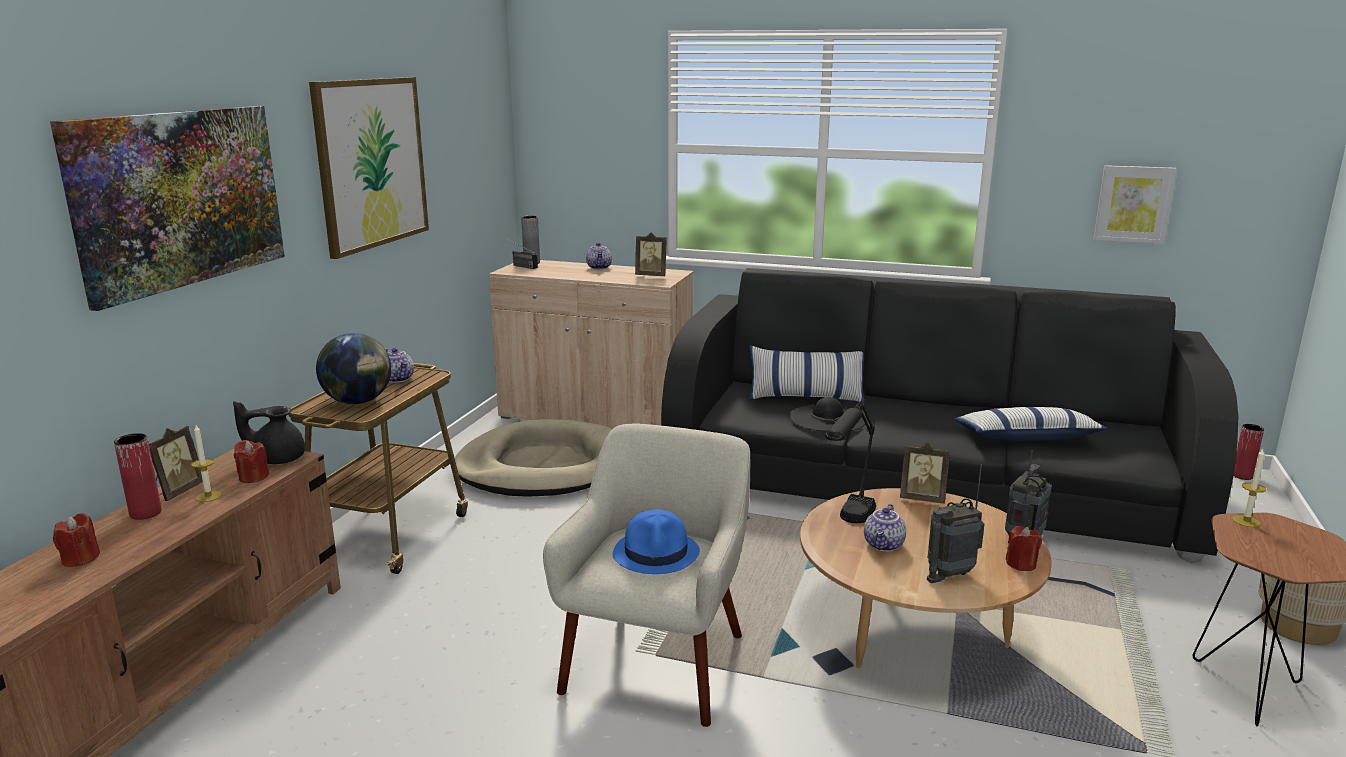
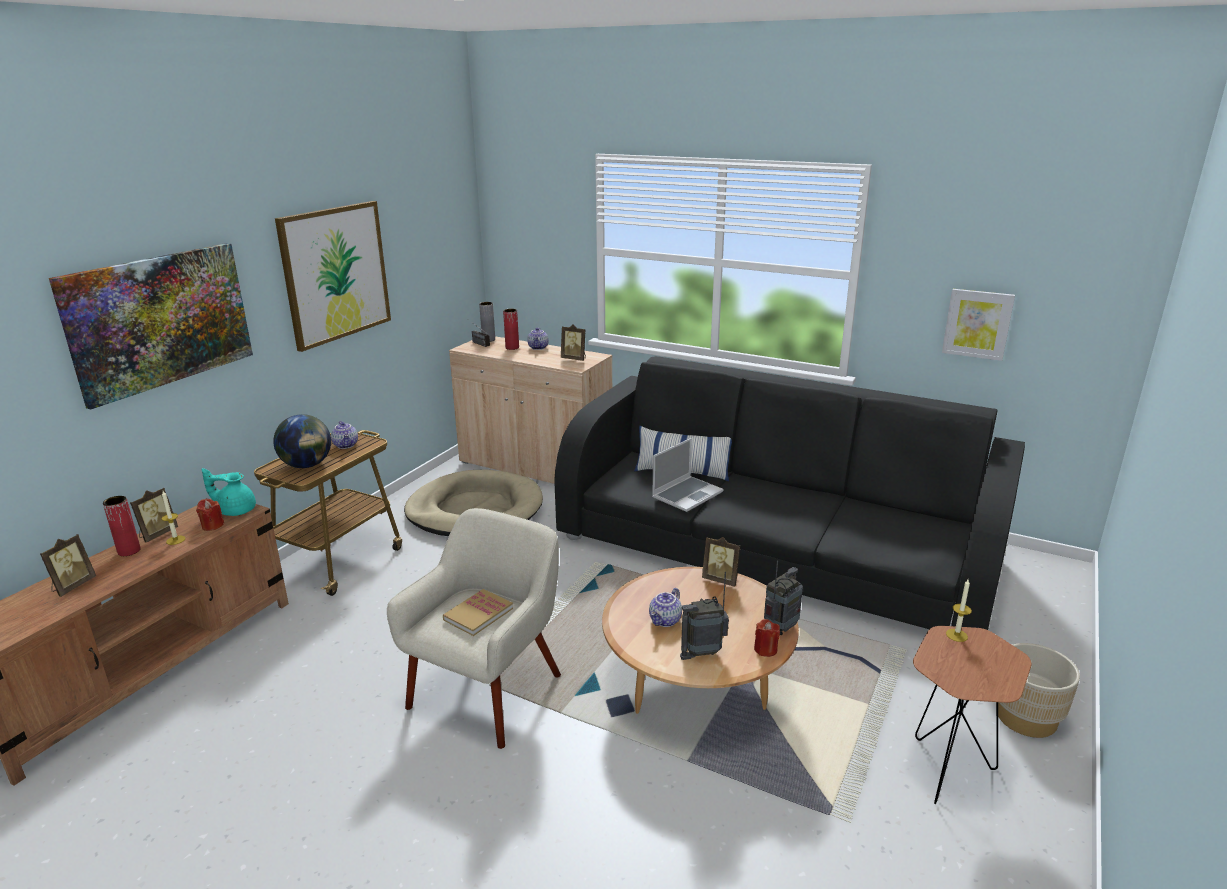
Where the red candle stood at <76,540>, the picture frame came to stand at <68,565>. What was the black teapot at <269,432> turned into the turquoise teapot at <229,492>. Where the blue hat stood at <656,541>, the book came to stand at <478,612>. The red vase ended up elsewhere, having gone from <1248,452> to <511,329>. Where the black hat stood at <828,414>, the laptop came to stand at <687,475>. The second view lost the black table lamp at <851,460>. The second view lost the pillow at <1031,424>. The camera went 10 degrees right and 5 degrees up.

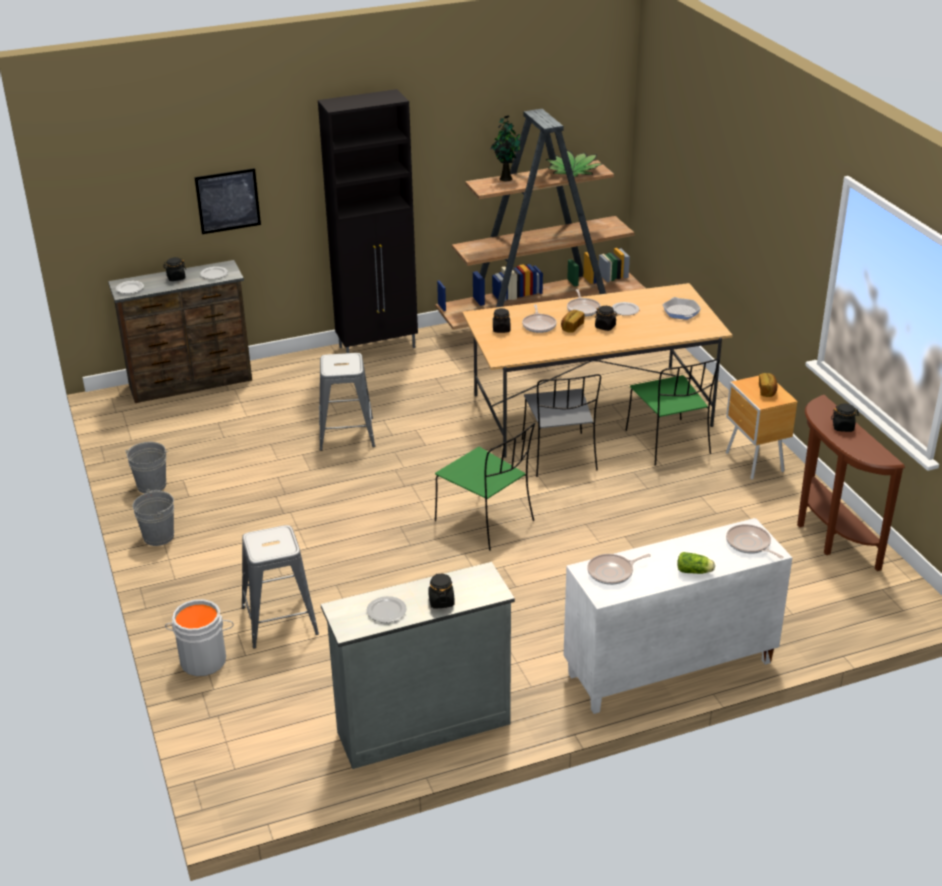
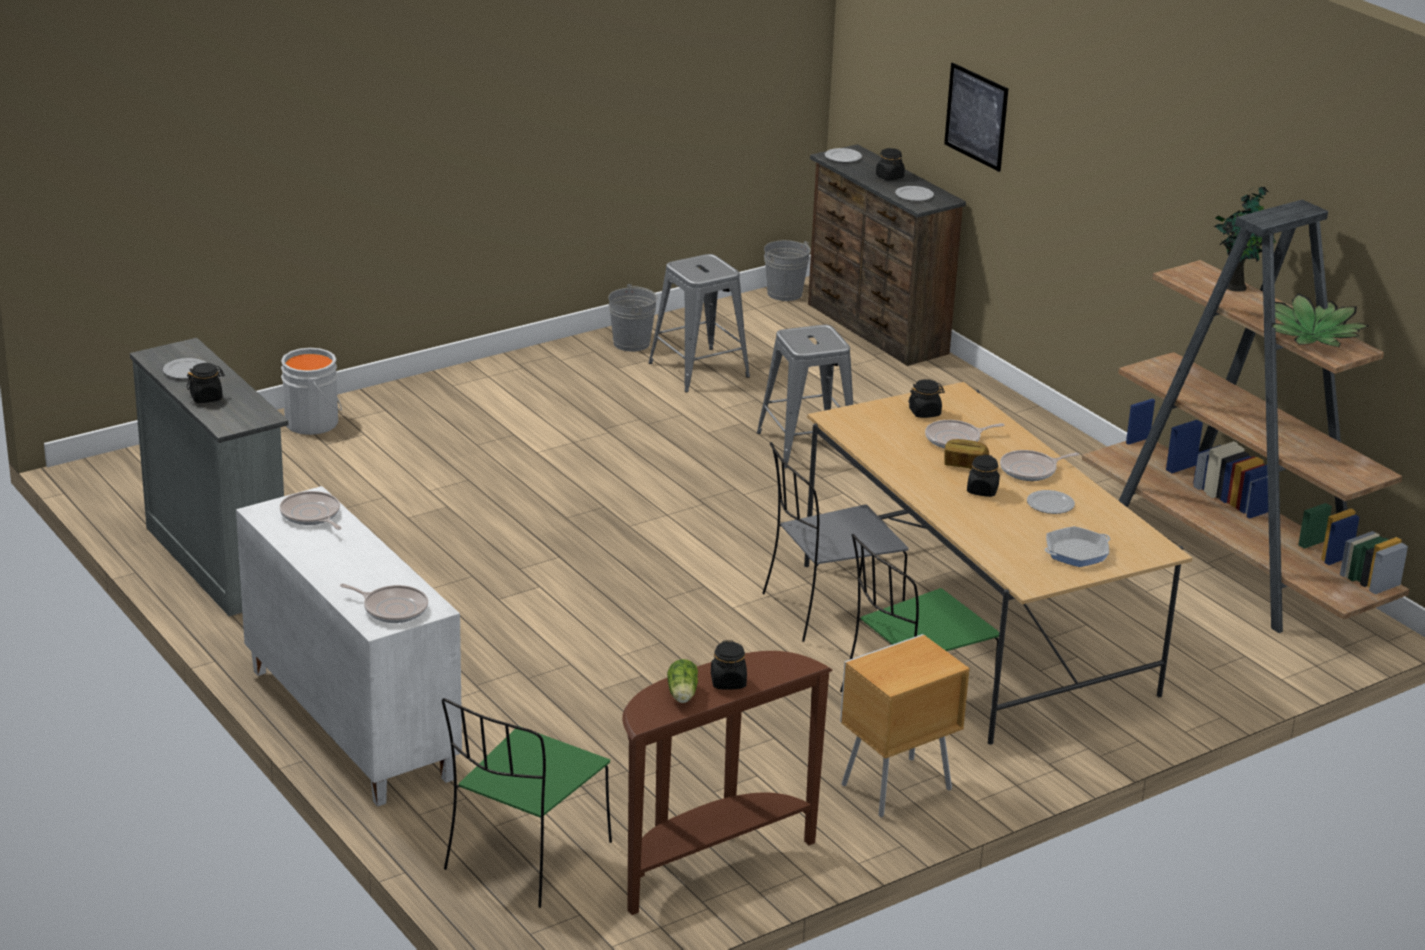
The frying pan at <755,541> ended up facing another way, 75 degrees clockwise from before. The green chair ended up elsewhere, having gone from <485,487> to <527,803>. The grey stool ended up elsewhere, having gone from <280,587> to <699,323>. The lettuce ended up elsewhere, having gone from <696,563> to <682,681>. The grey bucket ended up elsewhere, having gone from <153,518> to <787,270>. The second view lost the black cabinet at <368,221>. The second view lost the bread at <768,385>. The camera went 75 degrees right and 5 degrees down.

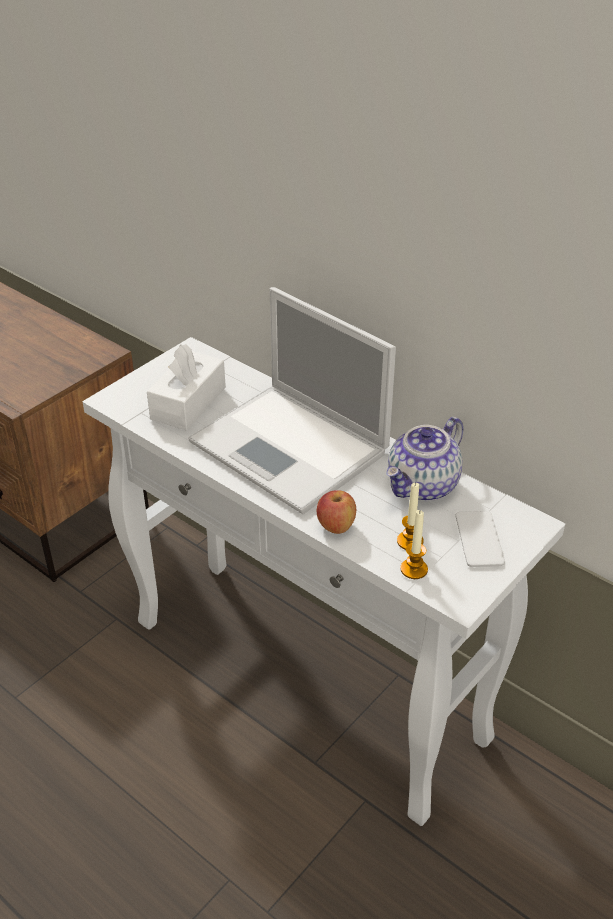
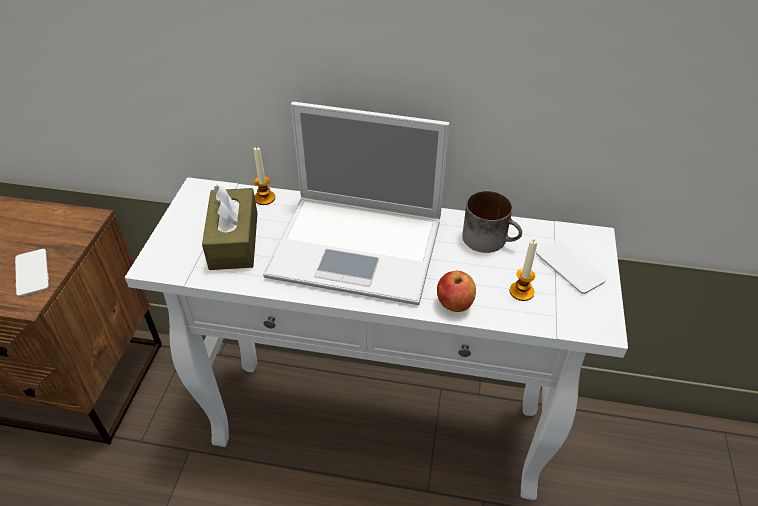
The second view gained the phone at <32,273>. What was the white tissue box at <186,387> turned into the brown tissue box at <229,227>. The candle ended up elsewhere, having gone from <414,544> to <264,175>. Where the teapot stood at <425,459>, the mug came to stand at <492,222>. The camera went 30 degrees left and 5 degrees up.

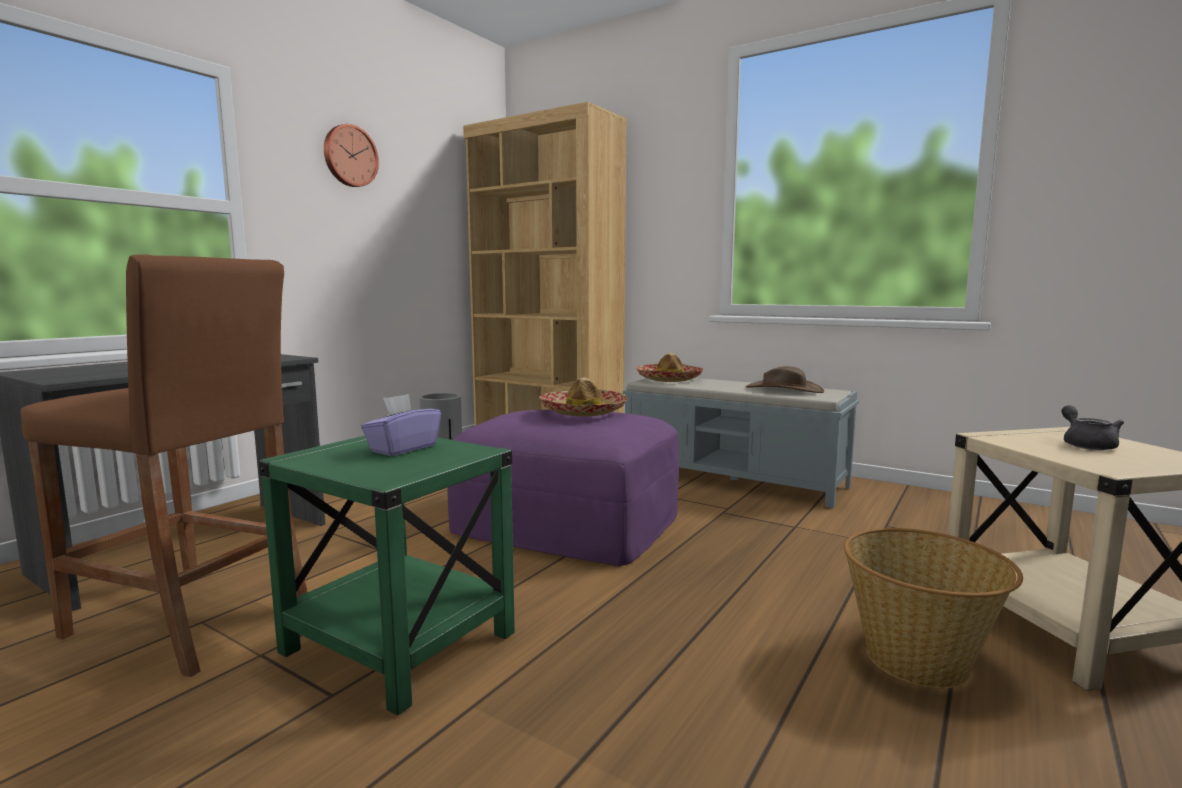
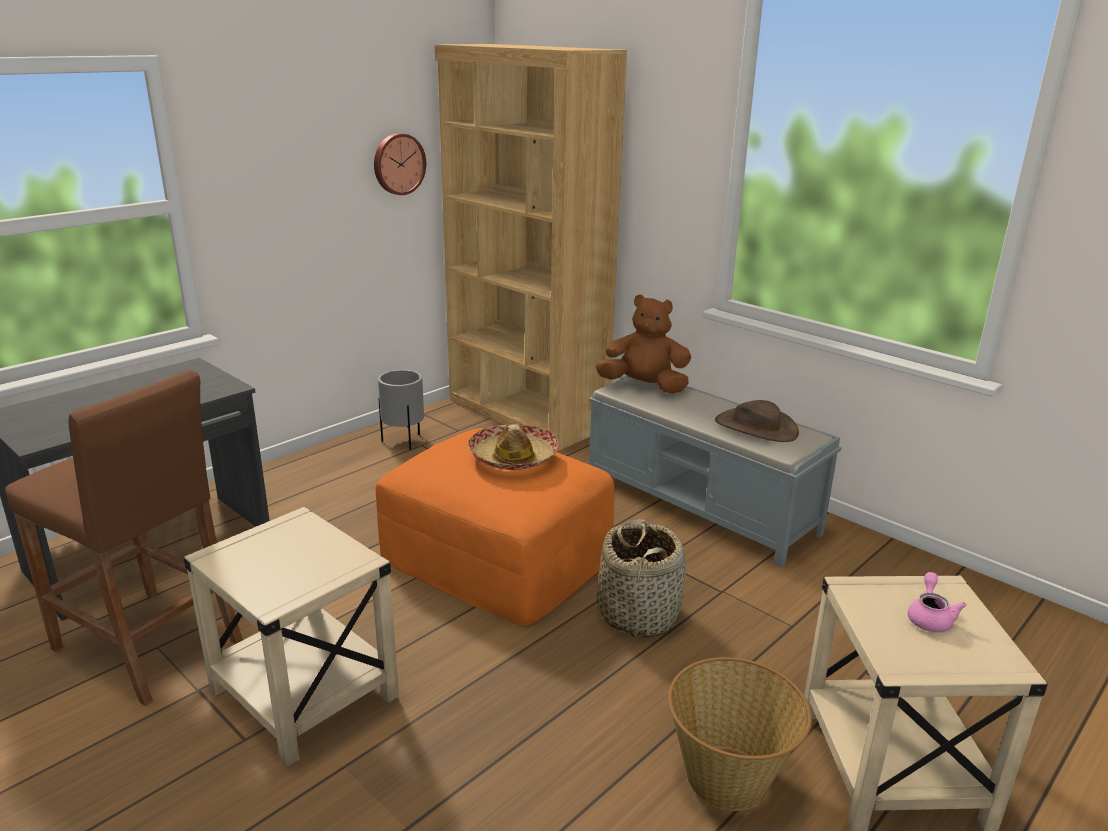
What was the green side table at <387,575> turned into the beige side table at <291,637>. The wall clock ended up elsewhere, having gone from <351,155> to <400,164>. What was the purple ottoman at <563,488> turned into the orange ottoman at <495,527>. Where the hat stood at <670,367>, the brown plush toy came to stand at <643,344>. The second view gained the basket at <641,578>. What was the grey teapot at <1092,427> turned into the pink teapot at <937,602>. The second view lost the purple tissue box at <401,425>. The camera went 10 degrees right and 15 degrees up.

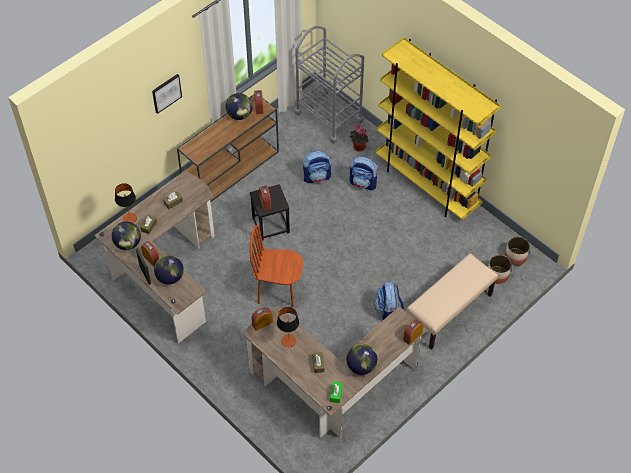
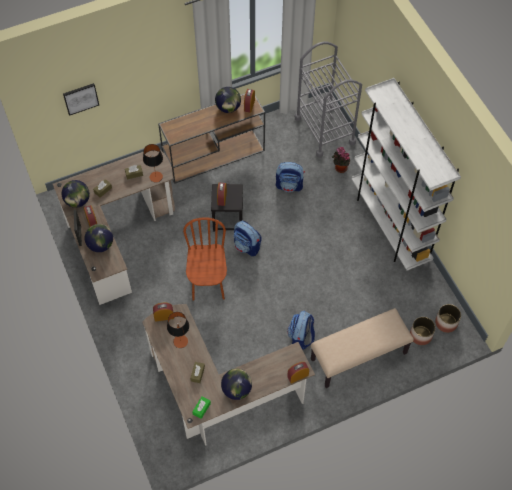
The picture ended up elsewhere, having gone from <167,94> to <81,99>. The table lamp ended up elsewhere, having gone from <126,203> to <153,163>. The brown chair at <276,266> ended up facing another way, 60 degrees clockwise from before. The backpack ended up elsewhere, having gone from <364,174> to <248,238>. What was the yellow bookcase at <438,128> turned into the white bookcase at <406,174>. The camera went 20 degrees right and 5 degrees up.

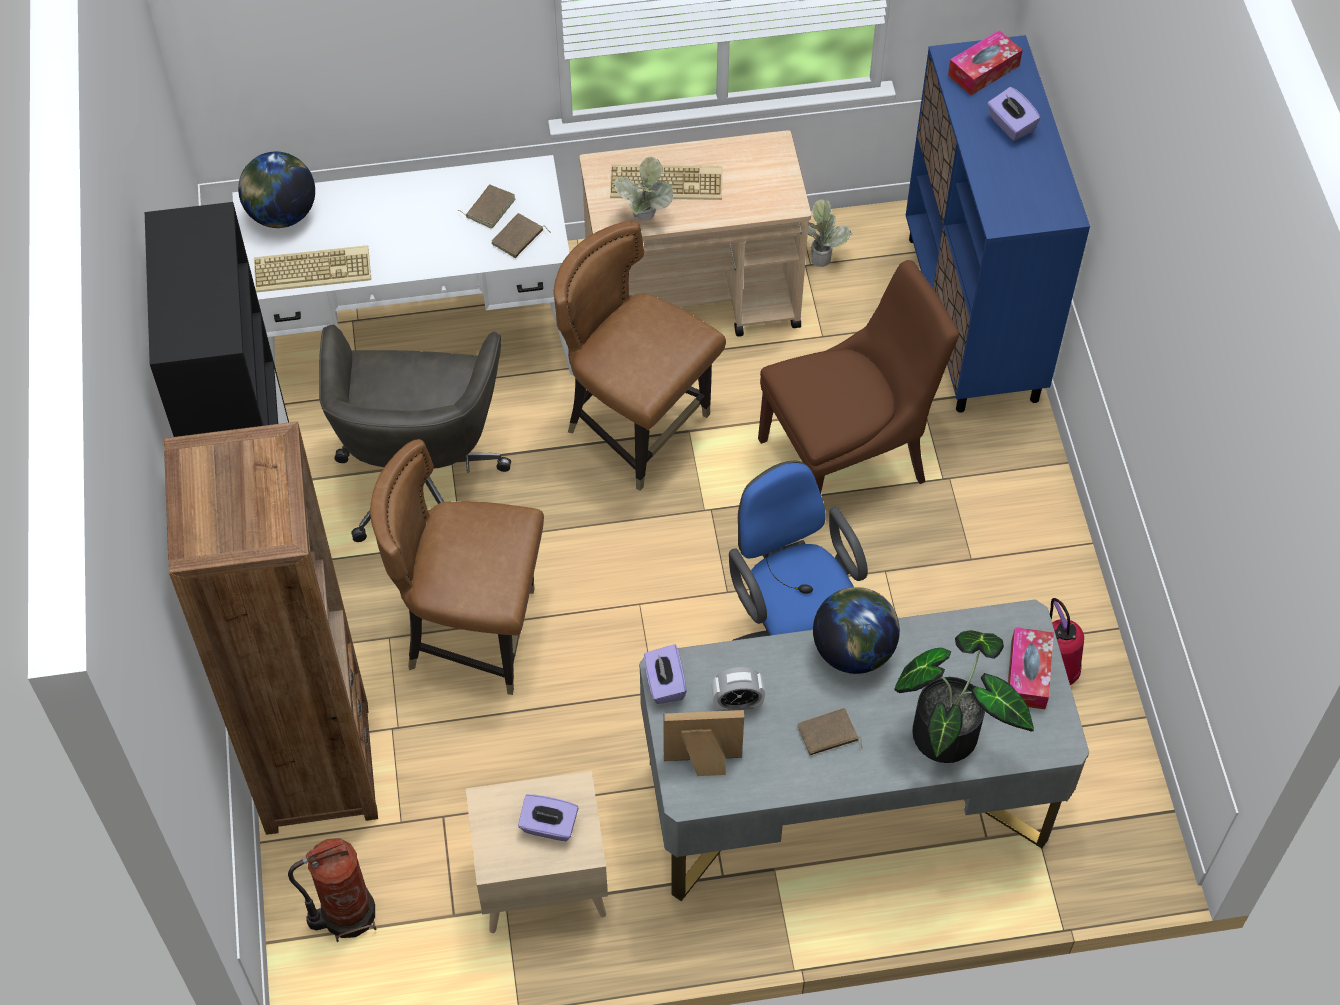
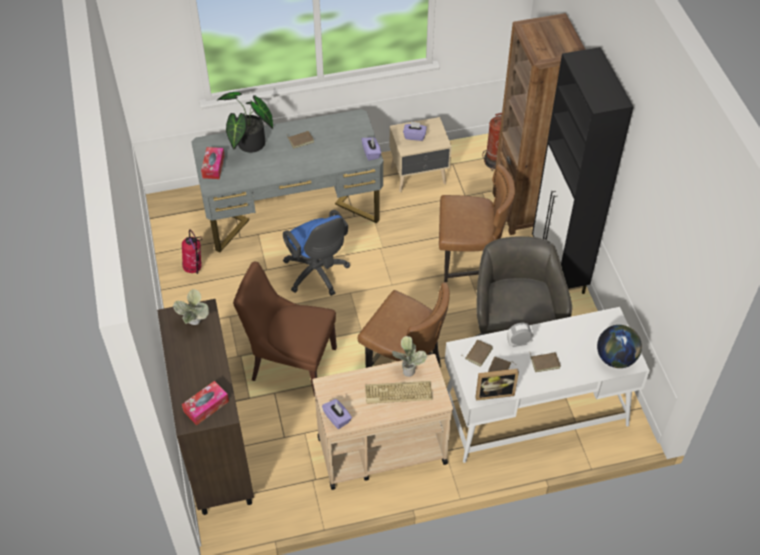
What was the blue cabinet at <998,224> turned into the brown cabinet at <205,407>. The potted plant ended up elsewhere, having gone from <830,233> to <191,307>. The brown chair at <858,377> ended up facing another way, 45 degrees clockwise from before. The purple tissue box ended up elsewhere, having gone from <1014,114> to <337,414>. The picture frame ended up elsewhere, having gone from <703,743> to <497,385>. The alarm clock ended up elsewhere, having gone from <738,689> to <520,335>. The second view gained the brown book at <545,362>. The second view lost the keyboard at <312,268>. The second view lost the globe at <856,630>. The camera went 175 degrees right and 5 degrees down.

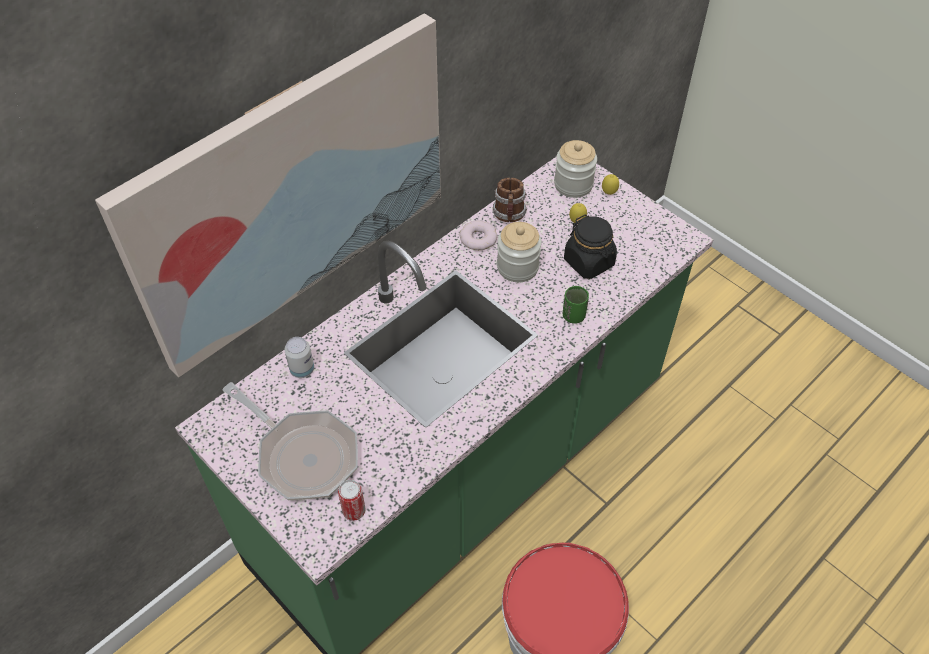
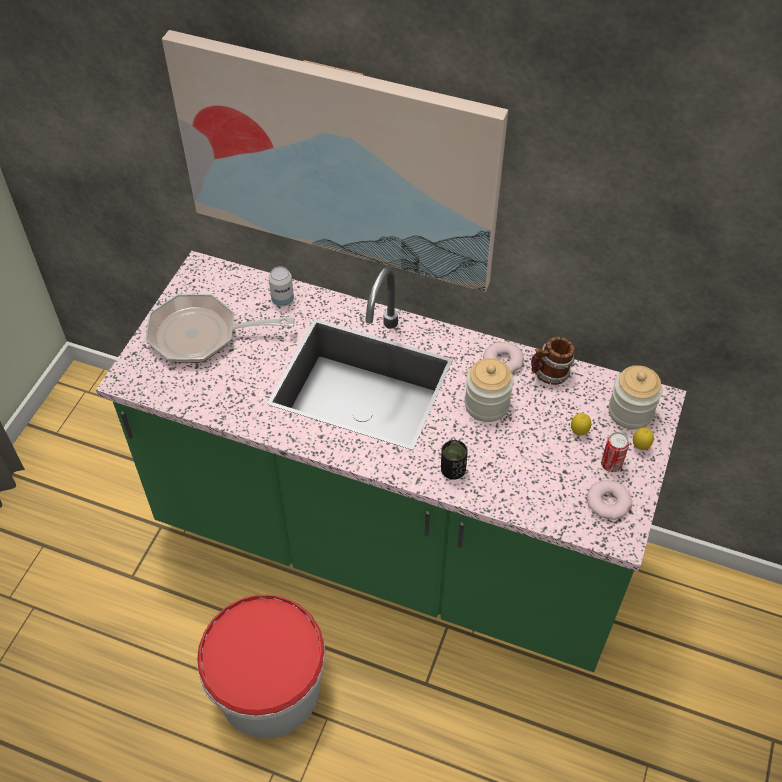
The frying pan at <290,441> ended up facing another way, 75 degrees clockwise from before. What was the green cup at <576,305> turned into the black cup at <454,460>. The second view gained the donut at <609,500>. The can ended up elsewhere, having gone from <351,500> to <615,452>. The second view lost the black jar at <590,247>. The camera went 65 degrees right and 0 degrees up.

